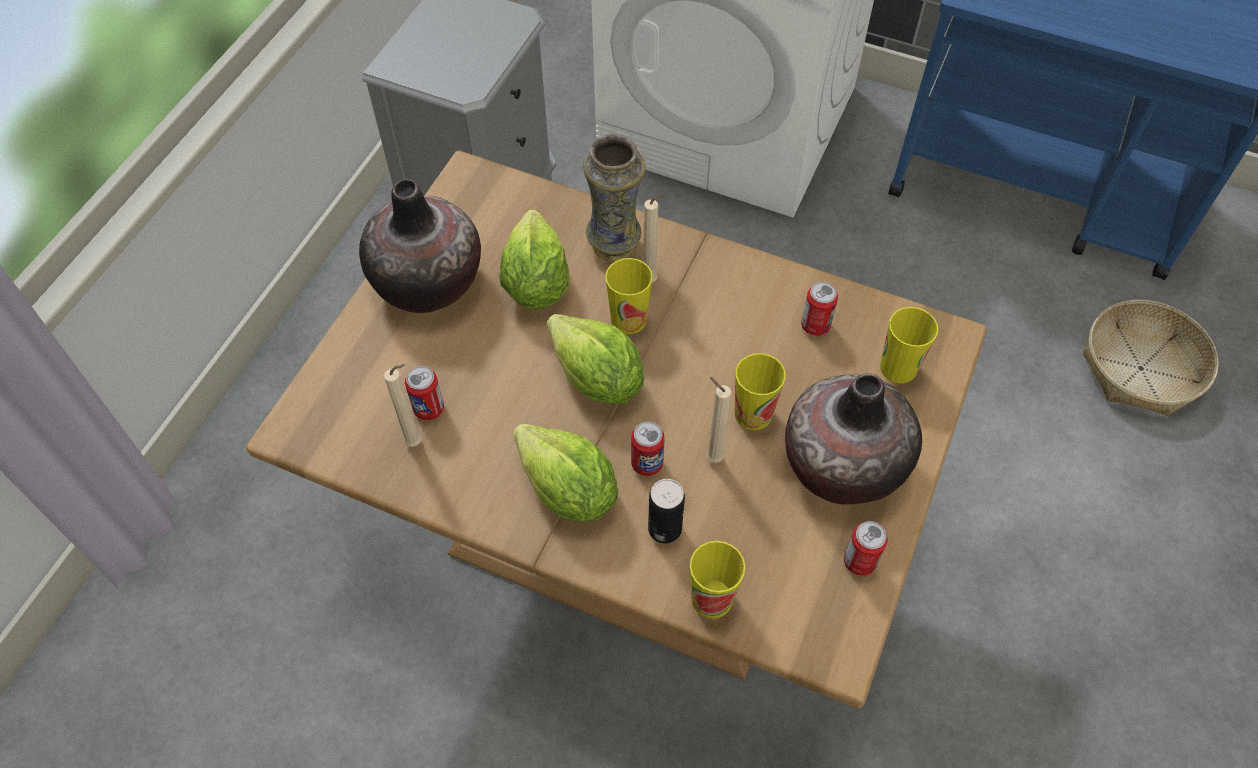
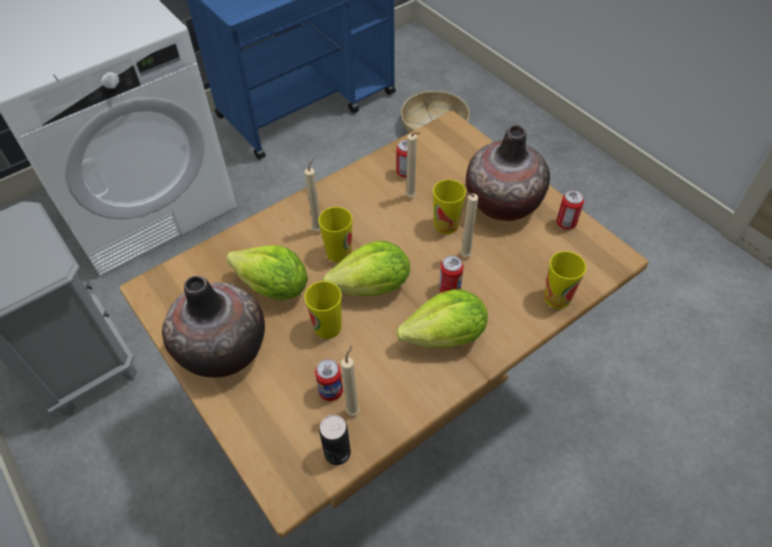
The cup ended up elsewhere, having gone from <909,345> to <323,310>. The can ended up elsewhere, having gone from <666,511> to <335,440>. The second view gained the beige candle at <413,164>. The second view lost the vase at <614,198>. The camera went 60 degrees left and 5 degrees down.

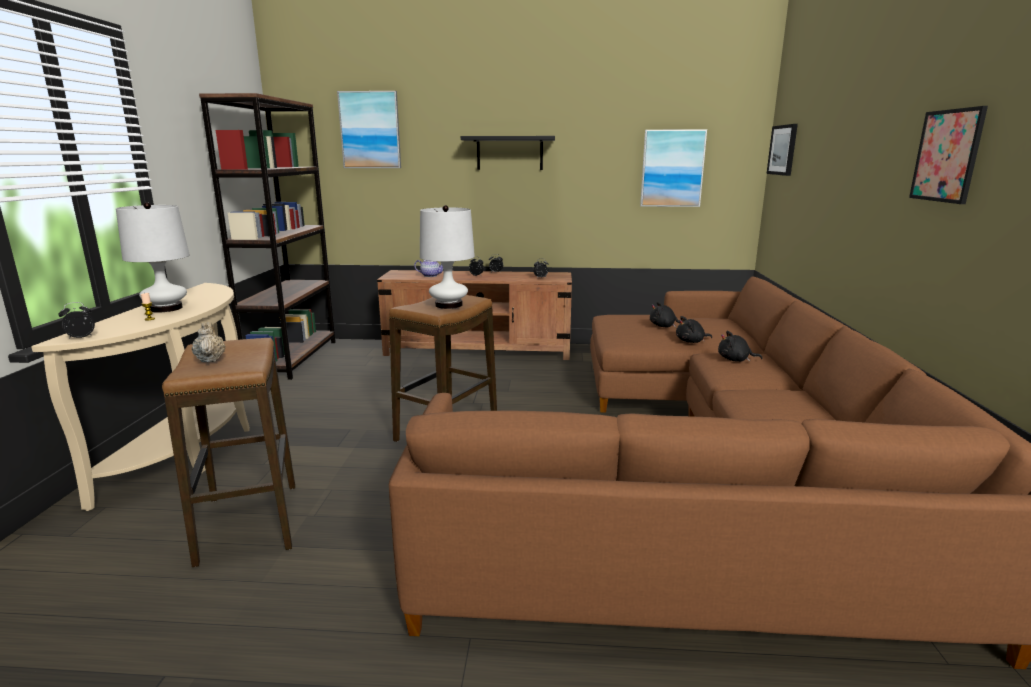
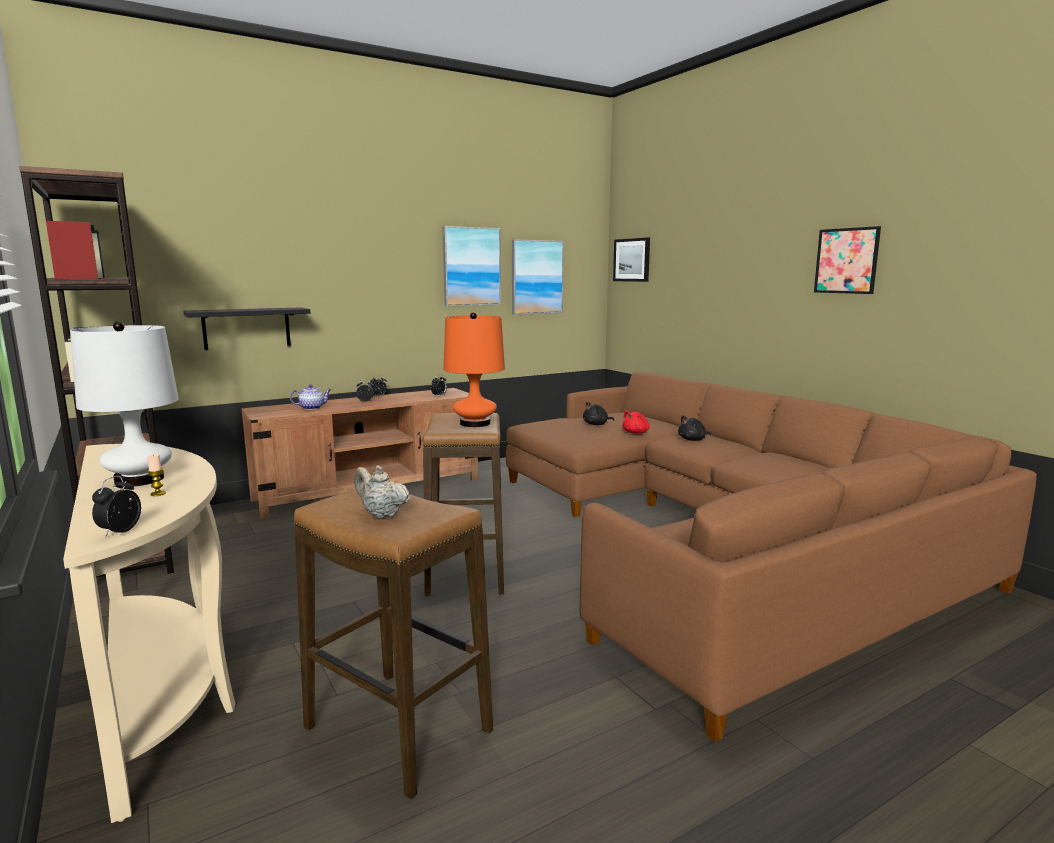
The black shelf ended up elsewhere, having gone from <508,153> to <246,328>. The picture ended up elsewhere, having gone from <369,129> to <471,266>. What was the white table lamp at <447,257> turned into the orange table lamp at <474,369>. What was the black plush toy at <694,329> turned into the red plush toy at <636,422>. The camera went 35 degrees left and 5 degrees down.

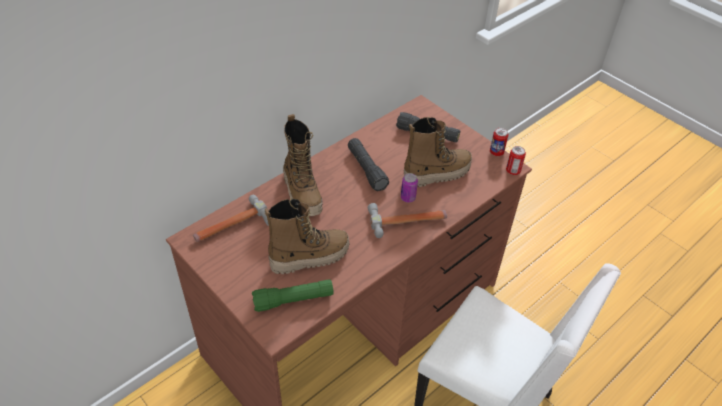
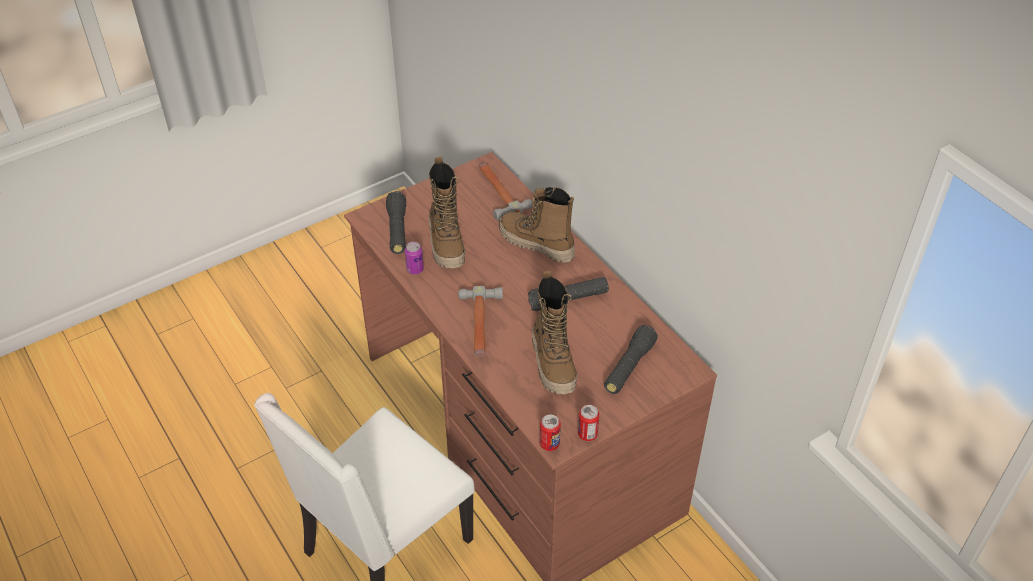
What was the green flashlight at <293,295> turned into the black flashlight at <396,222>. The can ended up elsewhere, having gone from <409,188> to <414,258>. The boot at <303,165> ended up facing another way, 45 degrees clockwise from before. The camera went 100 degrees right and 0 degrees up.

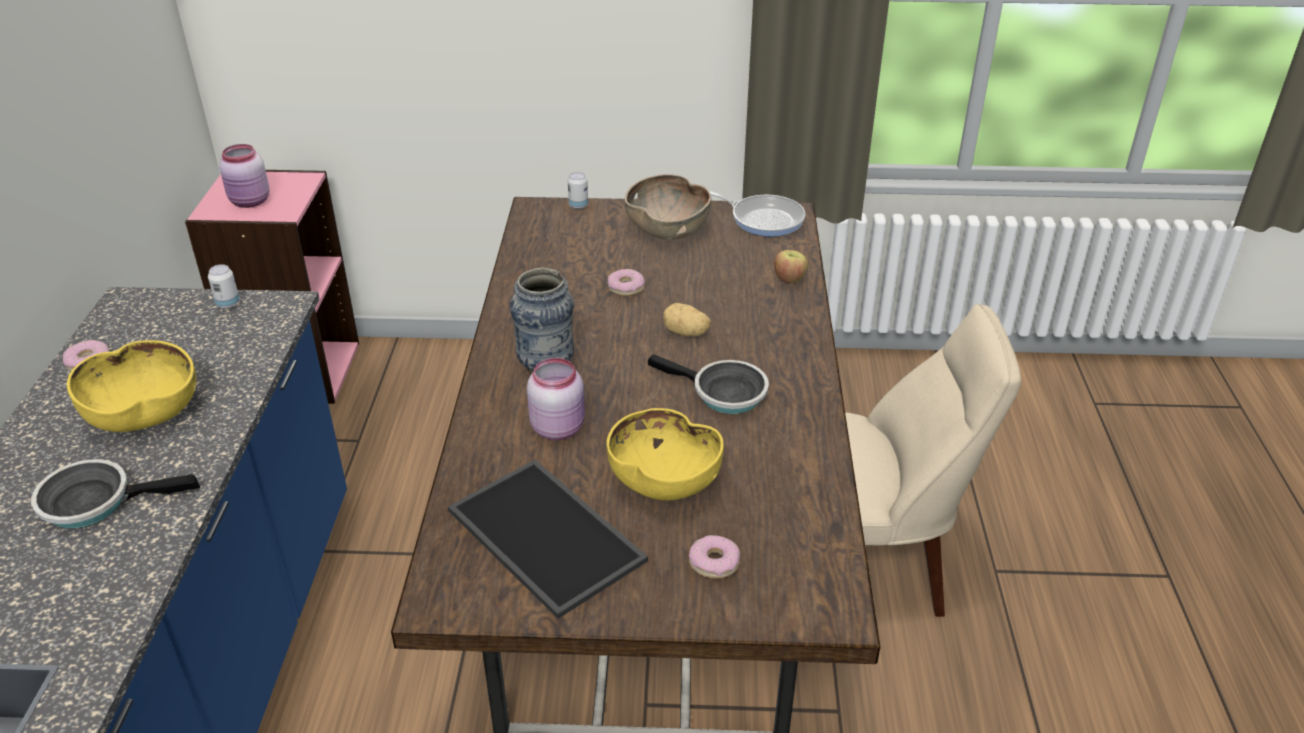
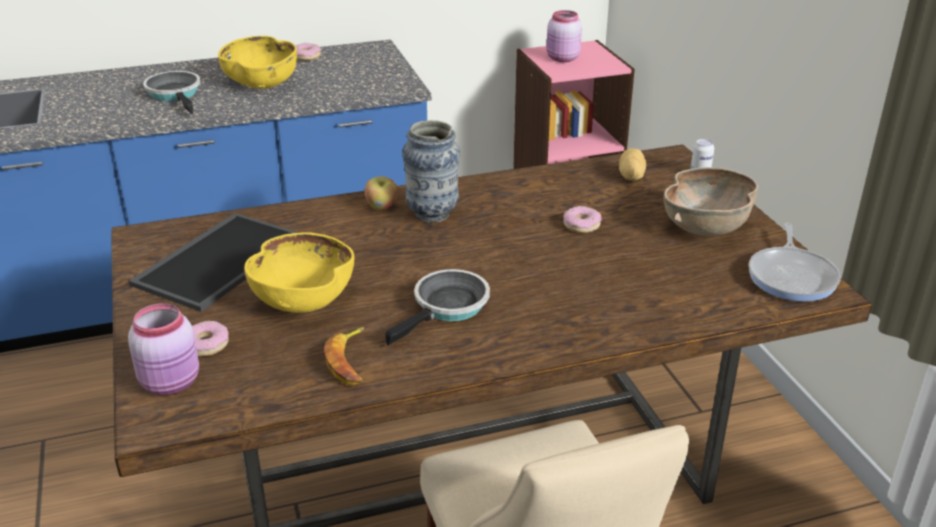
The pink jar ended up elsewhere, having gone from <556,399> to <163,349>. The second view gained the banana at <344,356>. The apple ended up elsewhere, having gone from <791,266> to <381,193>. The frying pan at <708,384> ended up facing another way, 150 degrees counterclockwise from before. The potato ended up elsewhere, having gone from <687,319> to <632,164>. The second view lost the can at <224,286>. The camera went 70 degrees right and 5 degrees down.

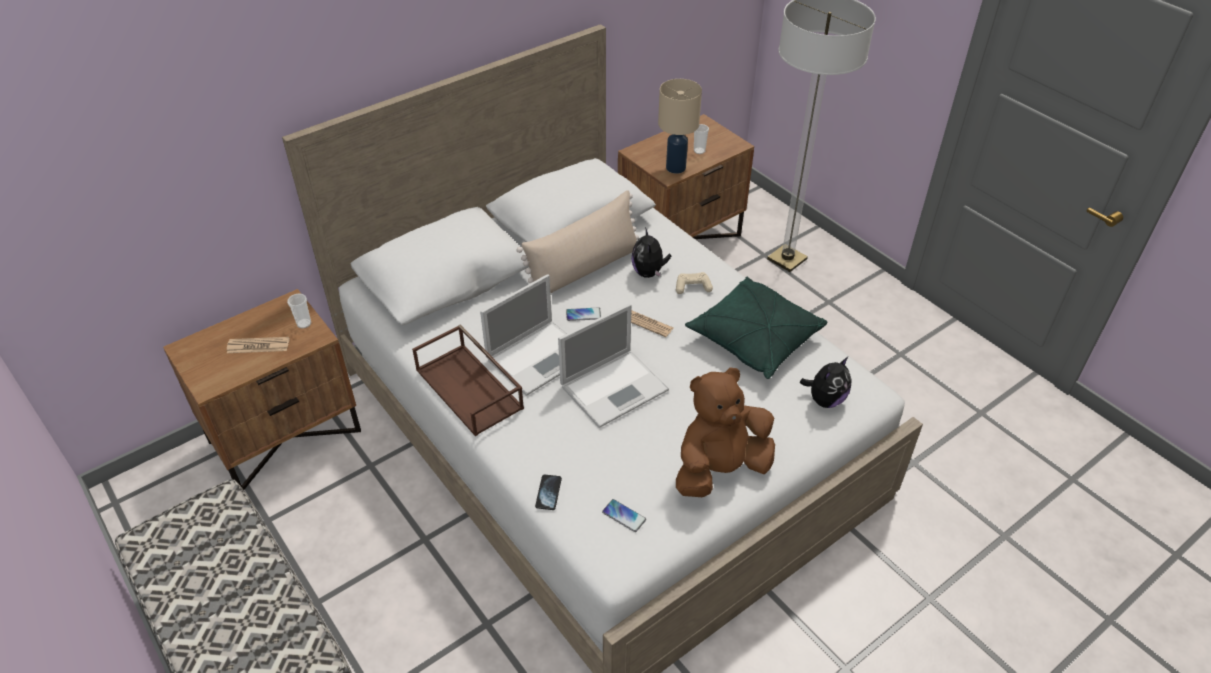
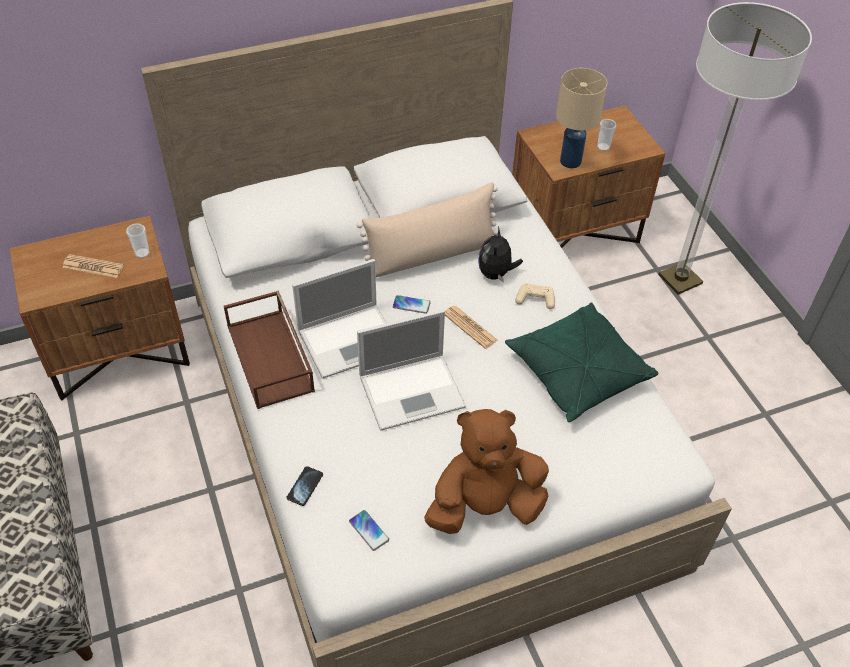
The second view lost the plush toy at <826,382>. The camera went 15 degrees right and 5 degrees up.

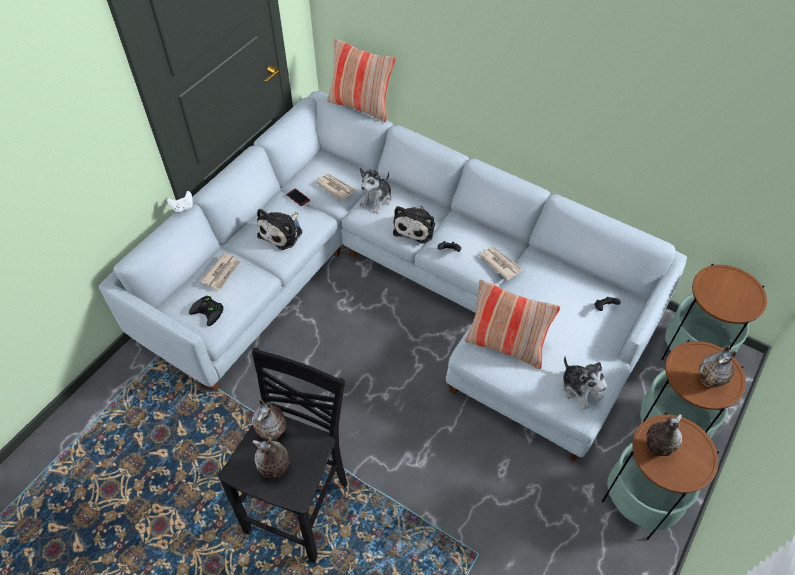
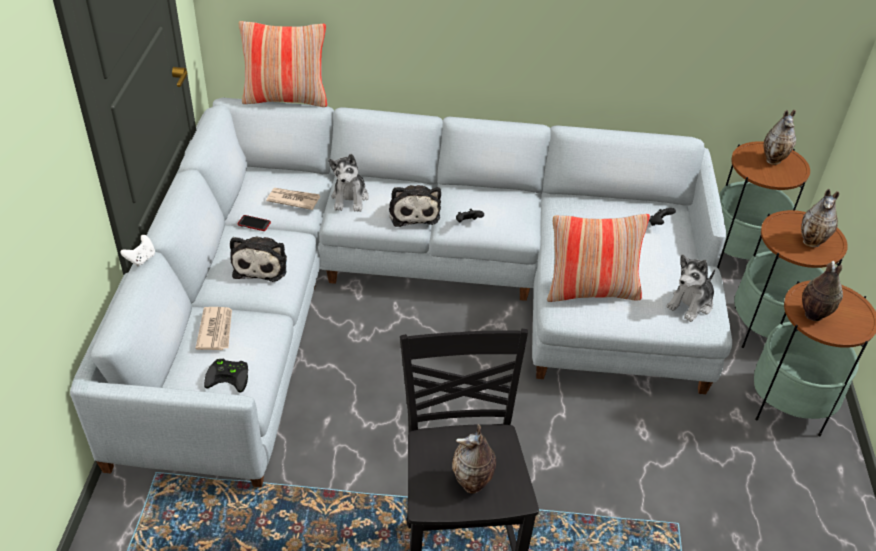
The plush toy at <584,383> ended up facing another way, 105 degrees clockwise from before. The vase ended up elsewhere, having gone from <269,419> to <780,137>. The second view lost the newspaper at <500,263>. The camera went 30 degrees left and 10 degrees down.

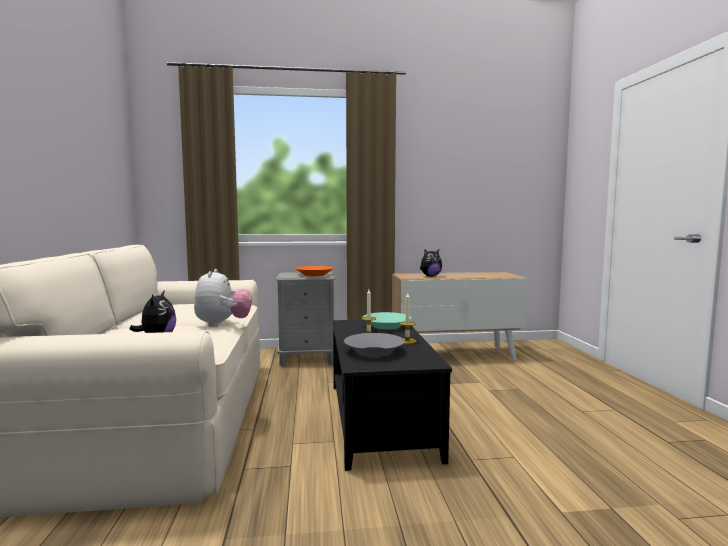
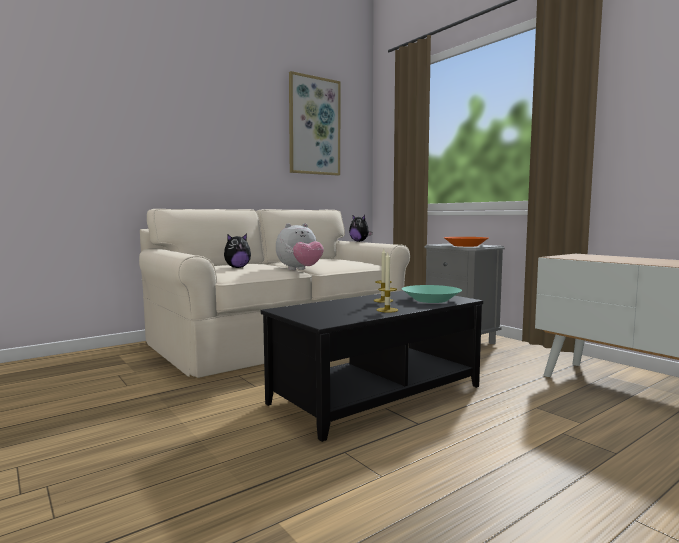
The second view gained the picture at <315,123>. The plush toy ended up elsewhere, having gone from <431,263> to <360,228>. The second view lost the grey bowl at <374,344>. The camera went 60 degrees right and 0 degrees up.

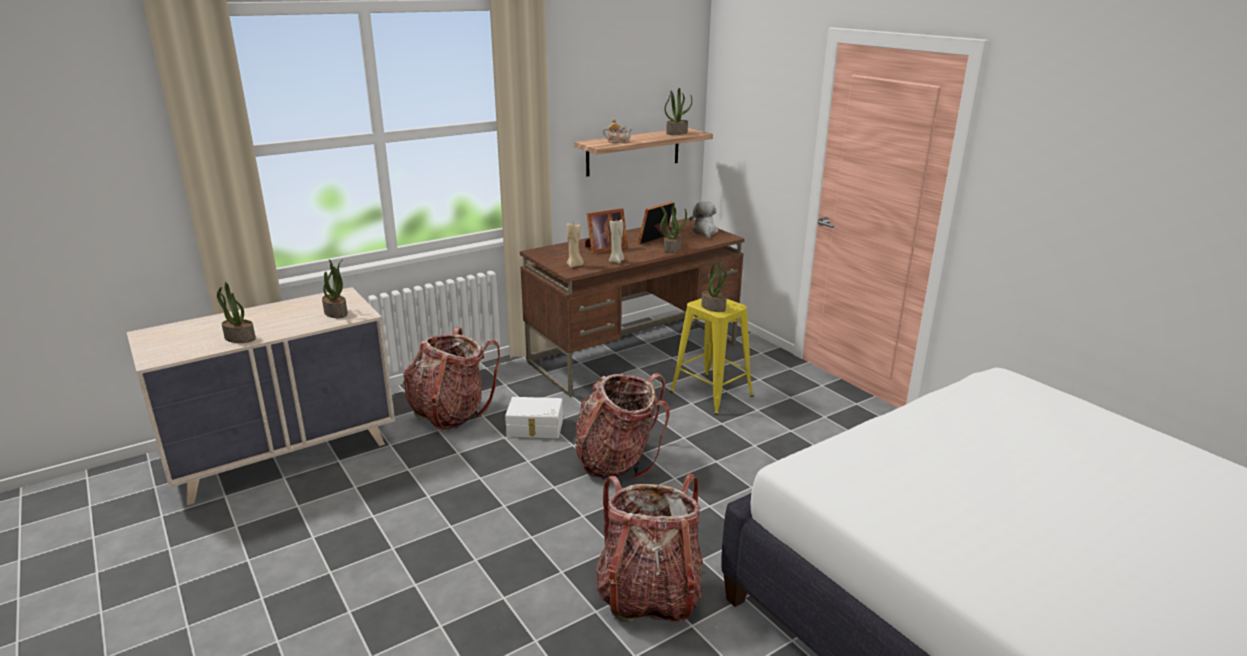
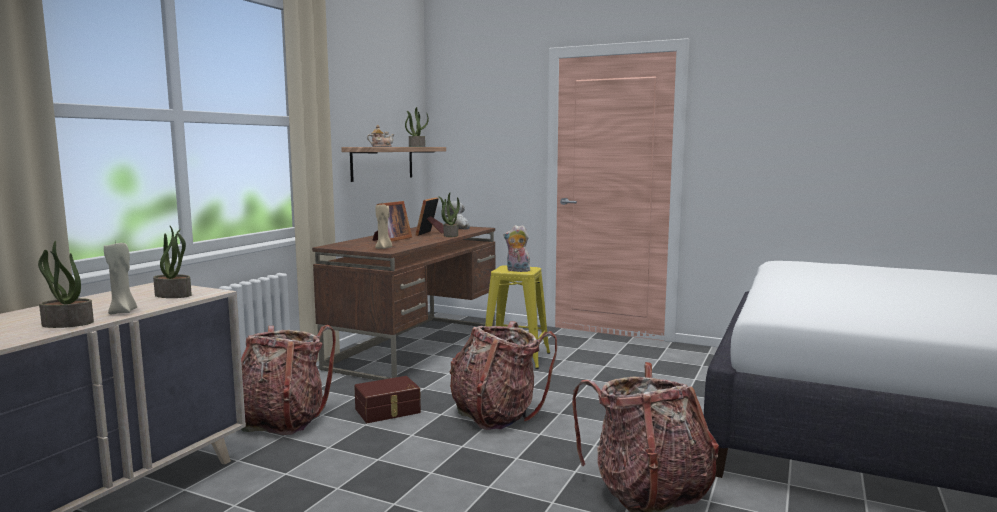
The beige candle ended up elsewhere, having gone from <617,240> to <120,277>. What was the white storage box at <534,417> turned into the brown storage box at <387,399>. Where the potted plant stood at <714,286>, the plush toy came to stand at <517,248>. The camera went 30 degrees left and 15 degrees down.

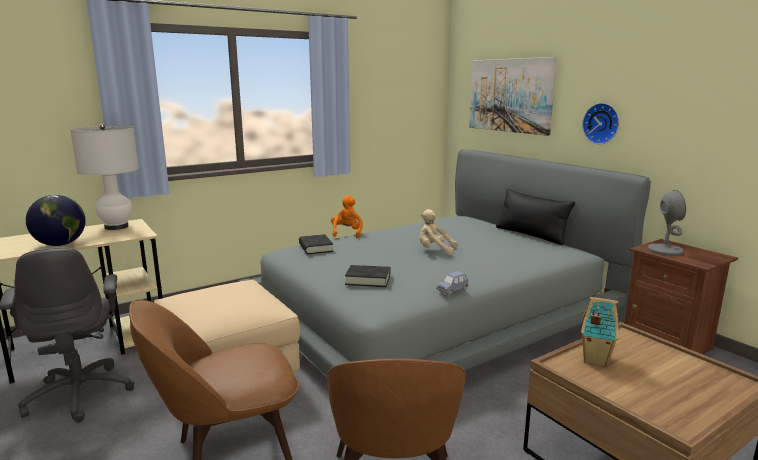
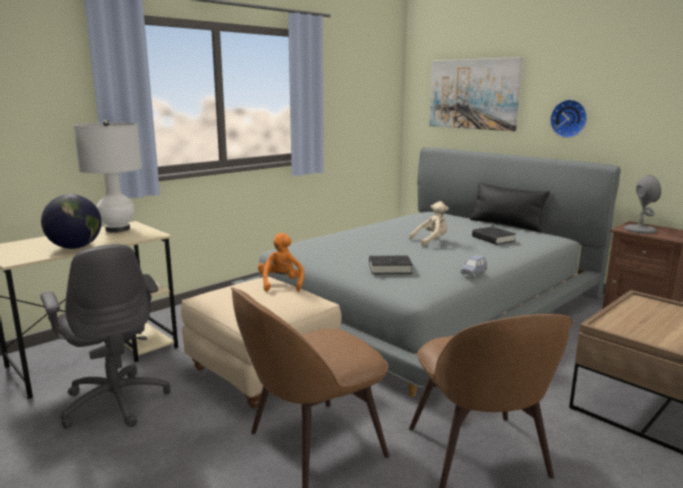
The orange plush toy ended up elsewhere, having gone from <347,216> to <281,262>. The beige plush toy at <438,232> ended up facing another way, 150 degrees clockwise from before. The black book ended up elsewhere, having gone from <316,244> to <494,236>. The second view lost the toy house at <600,332>. The camera went 10 degrees left and 0 degrees up.

